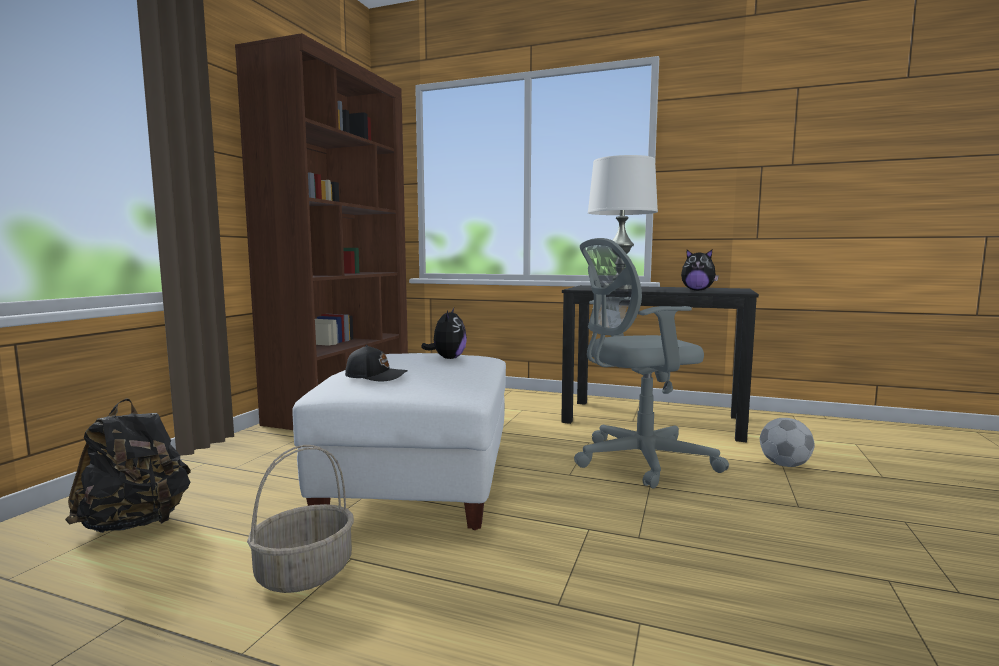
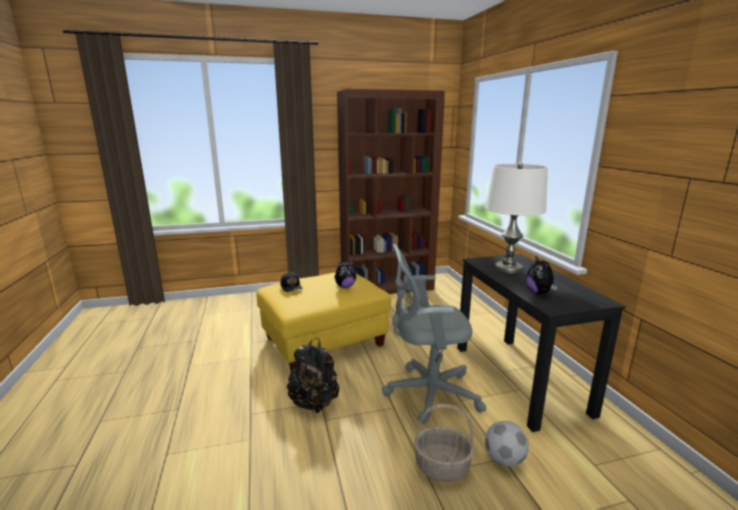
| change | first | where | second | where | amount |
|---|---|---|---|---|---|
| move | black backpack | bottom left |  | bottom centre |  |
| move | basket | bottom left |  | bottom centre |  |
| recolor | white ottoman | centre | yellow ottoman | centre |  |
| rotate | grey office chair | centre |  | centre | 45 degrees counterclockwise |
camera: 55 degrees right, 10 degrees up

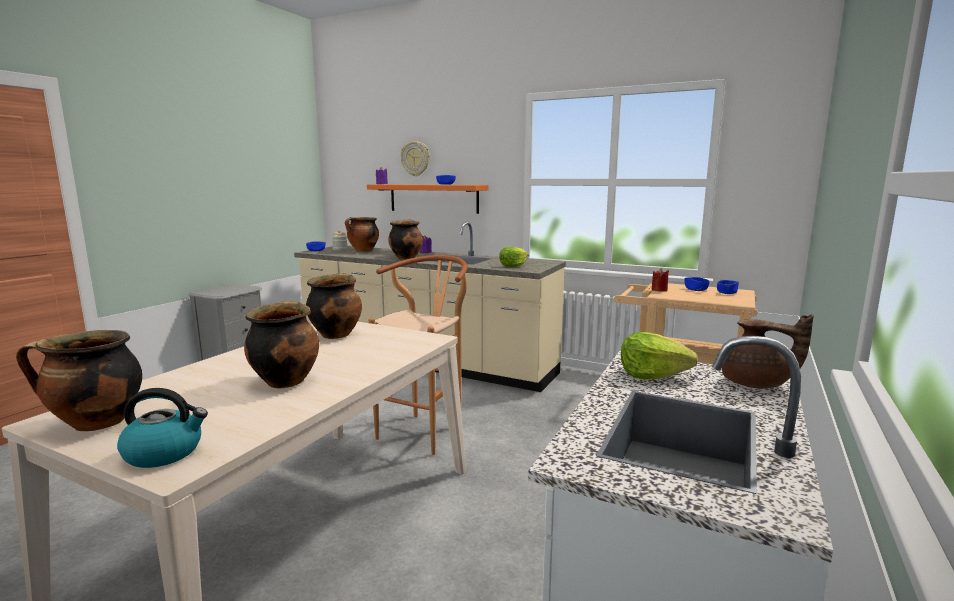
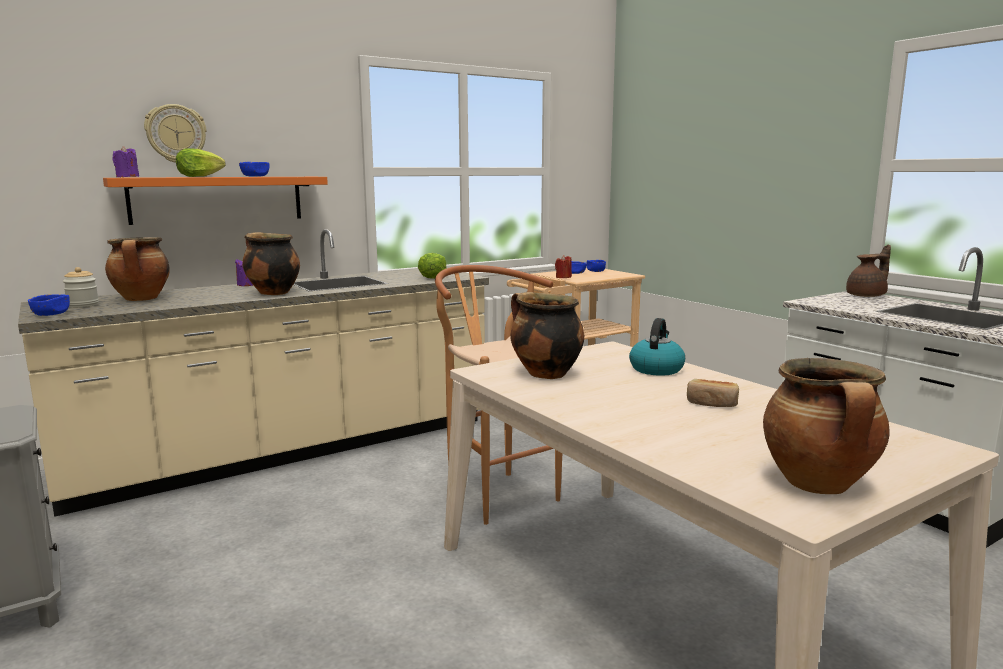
| change | first | where | second | where | amount |
|---|---|---|---|---|---|
| move | kettle | bottom left |  | centre |  |
| replace | cooking pot (2nd from left) | middle left | bread | middle right |  |
| move | lettuce (2nd from left in the first image) | middle right | lettuce (1st from left) | top left |  |
camera: 60 degrees left, 0 degrees up

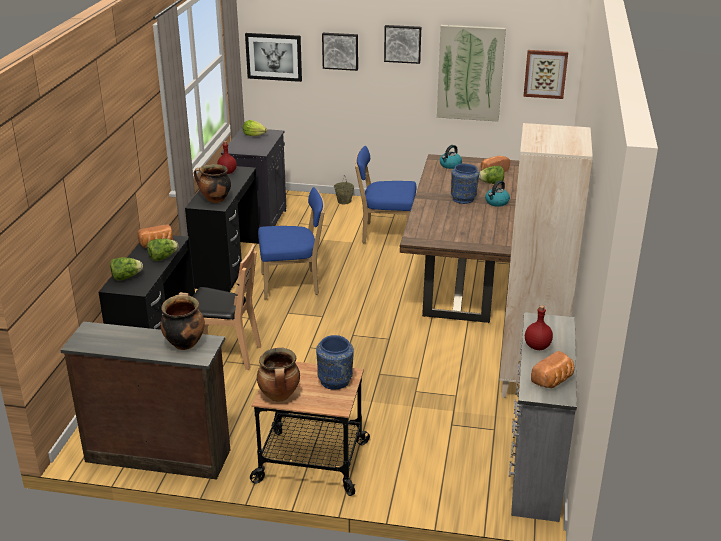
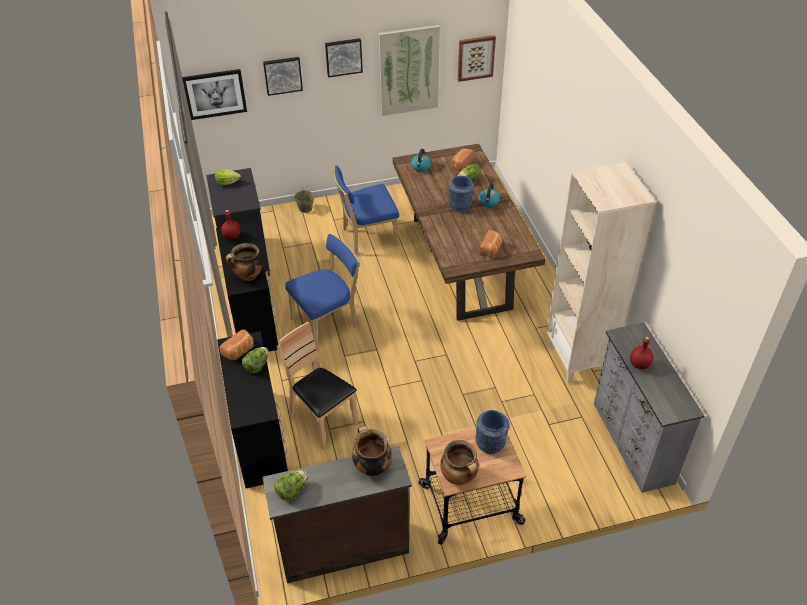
| change | first | where | second | where | amount |
|---|---|---|---|---|---|
| move | lettuce (1st from left in the first image) | middle left | lettuce (3rd from left) | bottom centre |  |
| rotate | brown chair | middle left |  | centre | 120 degrees counterclockwise |
| move | bread (3rd from left) | bottom right |  | centre |  |
camera: 25 degrees left, 15 degrees up

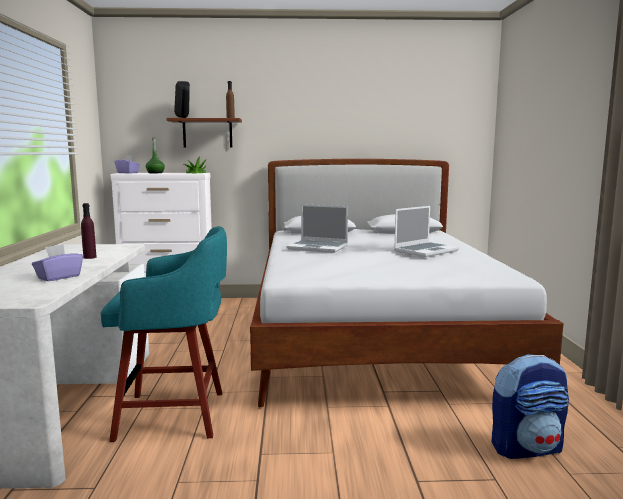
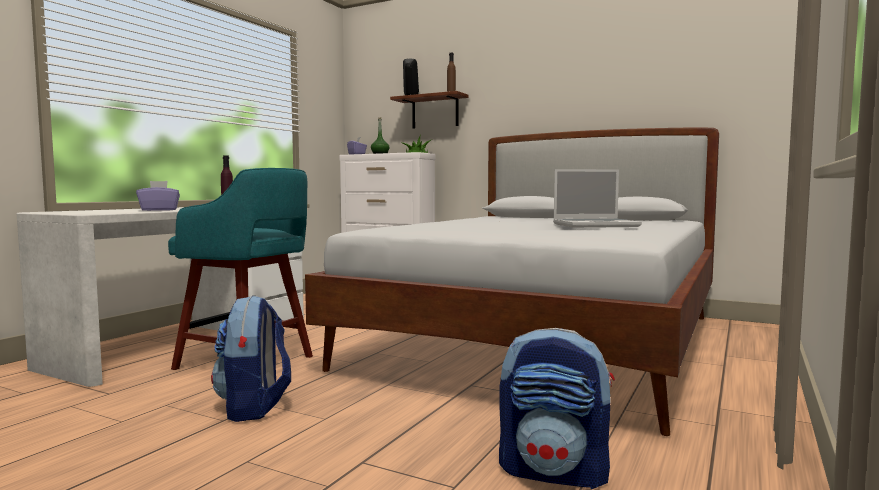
| change | first | where | second | where | amount |
|---|---|---|---|---|---|
| delete | laptop (1st from left) | centre |  |  |  |
| insert |  |  | backpack (1st from left) | bottom left |  |
camera: 30 degrees right, 5 degrees down

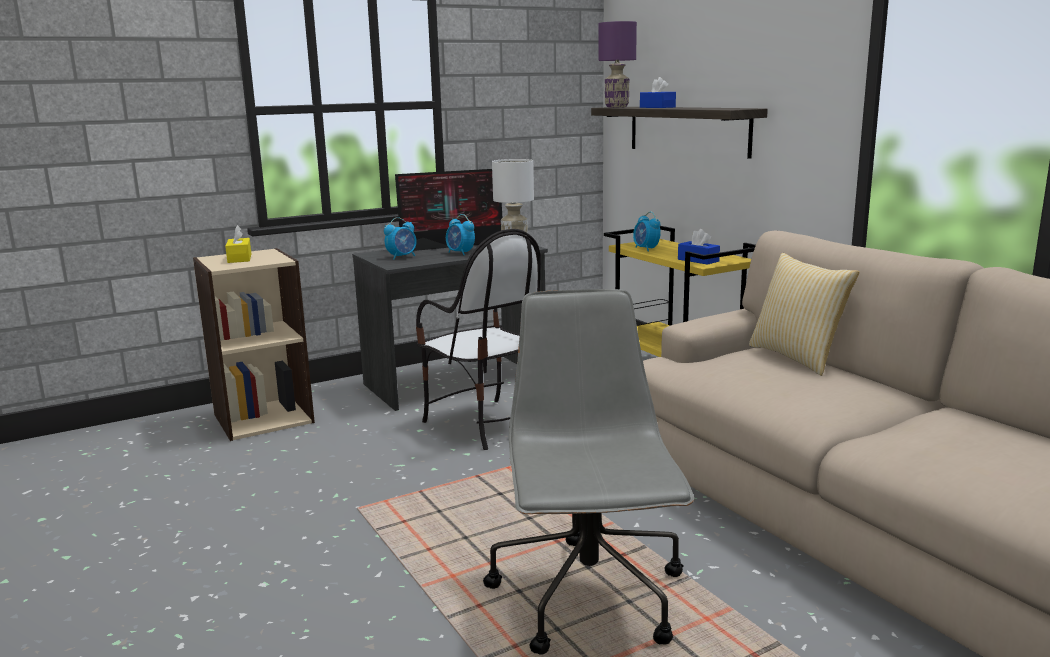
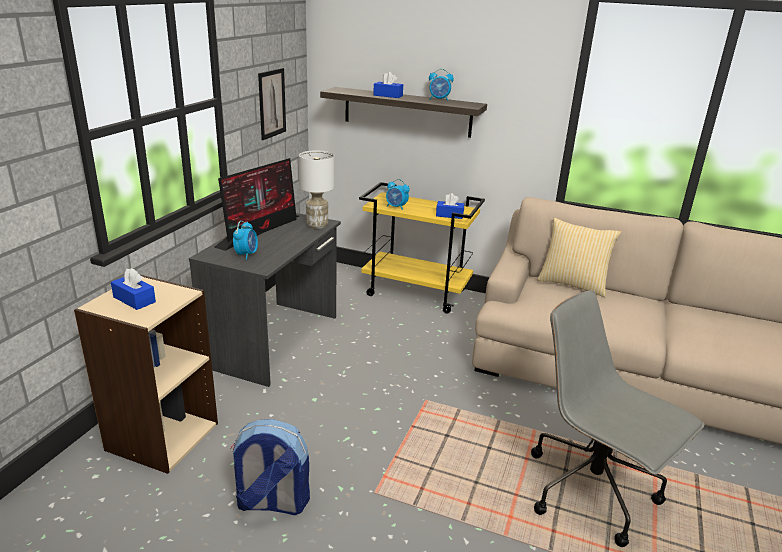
| change | first | where | second | where | amount |
|---|---|---|---|---|---|
| recolor | yellow tissue box | middle left | blue tissue box (1st from left) | middle left |  |
| delete | chair | centre |  |  |  |
| move | alarm clock (2nd from left in the first image) | centre | alarm clock (3rd from left) | top centre |  |
| delete | purple table lamp | top centre |  |  |  |
| insert |  |  | backpack | bottom centre |  |
| insert |  |  | picture | top centre |  |
camera: 40 degrees left, 10 degrees up

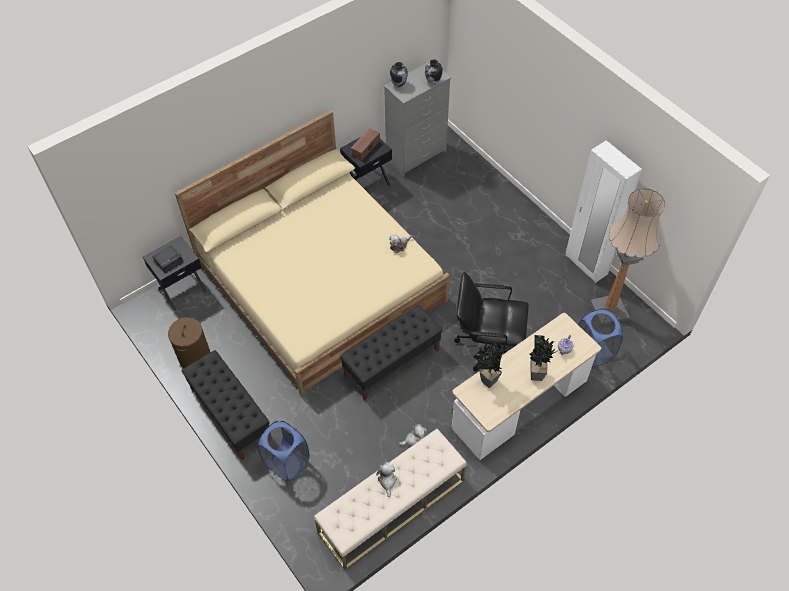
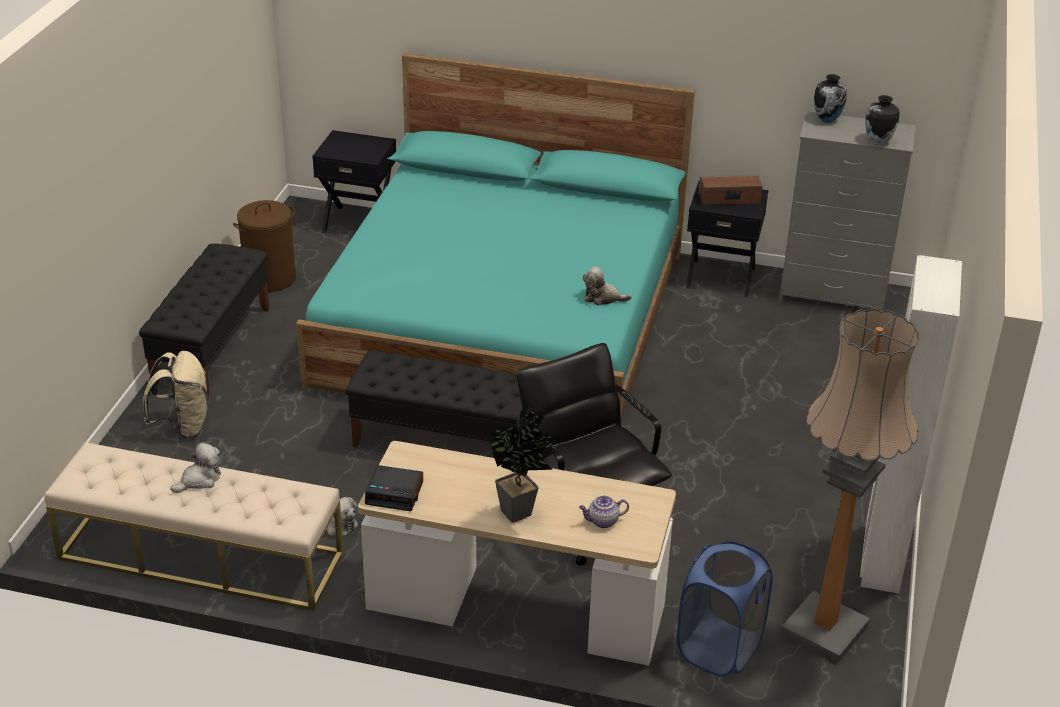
| change | first | where | second | where | amount |
|---|---|---|---|---|---|
| move | alarm clock | middle left |  | bottom centre |  |
| recolor | beige bed | centre | turquoise bed | centre |  |
| replace | blue laundry basket (1st from left) | bottom centre | beige backpack | middle left |  |
| delete | potted plant (1st from left) | centre |  |  |  |
camera: 50 degrees right, 20 degrees down

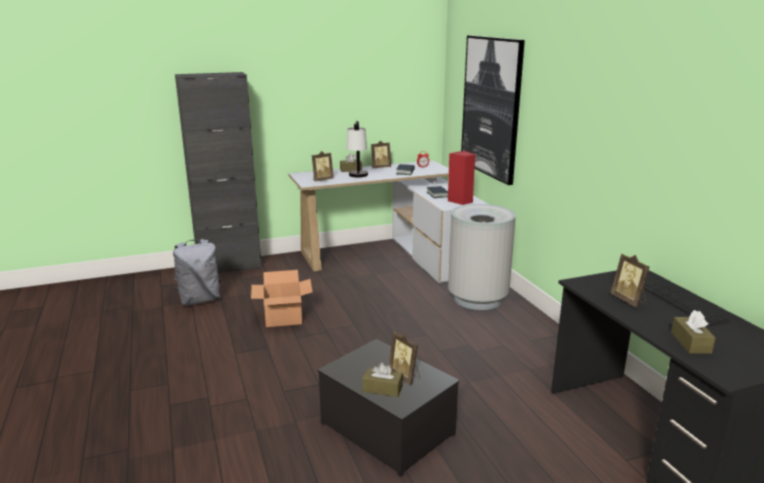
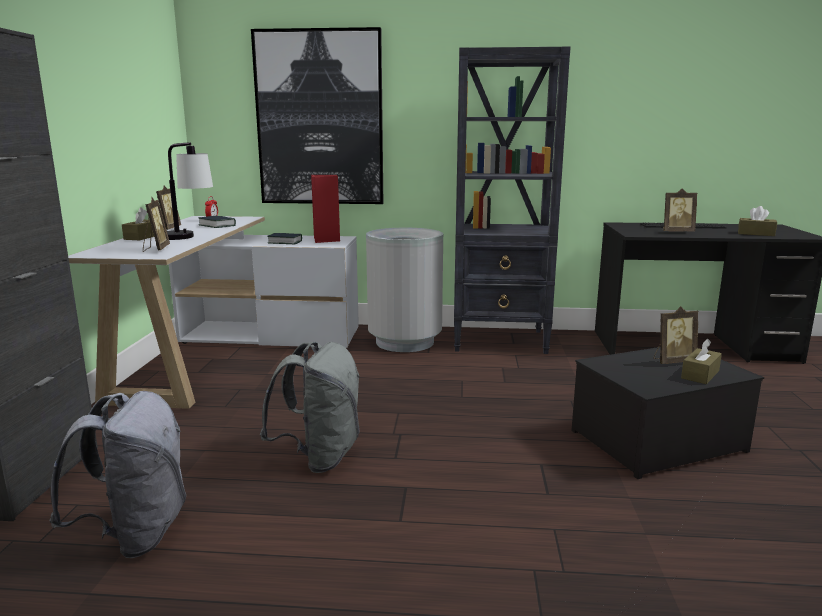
| change | first | where | second | where | amount |
|---|---|---|---|---|---|
| replace | cardboard box | centre | grey backpack (2nd from left) | centre |  |
| insert |  |  | black bookcase | top centre |  |
camera: 65 degrees left, 5 degrees down

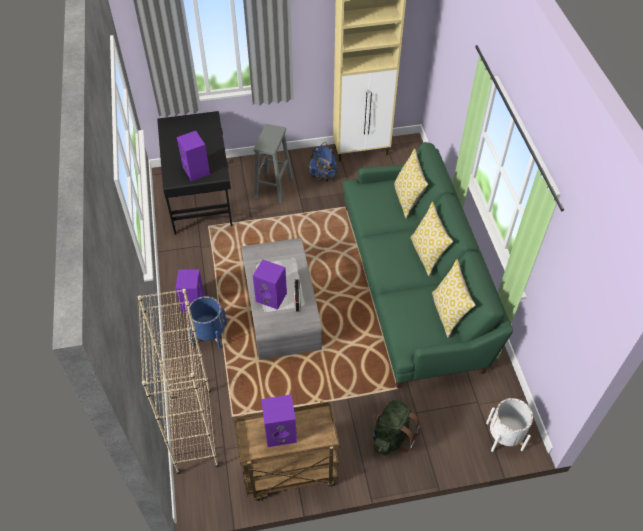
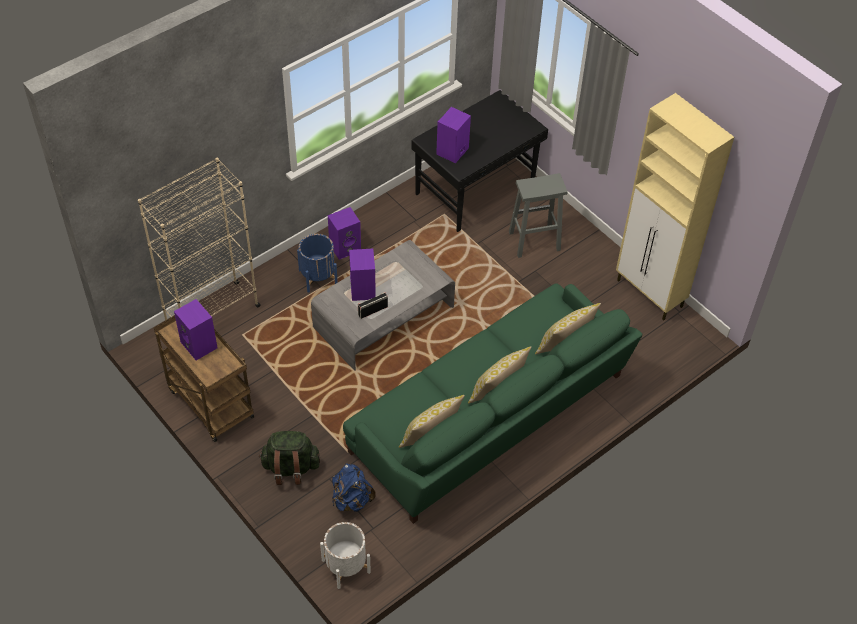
| change | first | where | second | where | amount |
|---|---|---|---|---|---|
| move | blue backpack | top centre |  | bottom centre |  |
camera: 60 degrees right, 0 degrees up

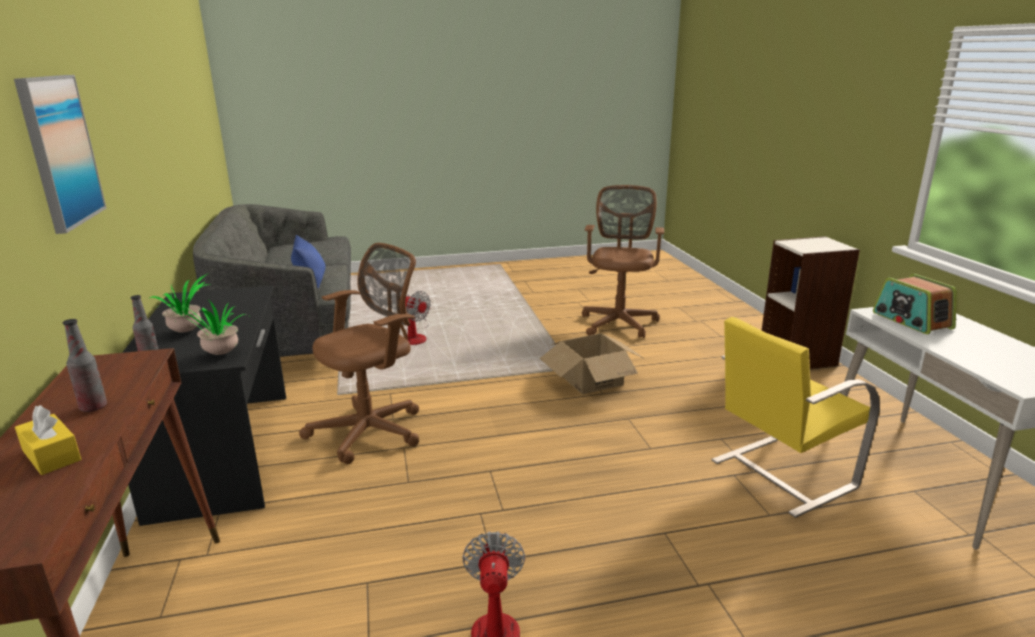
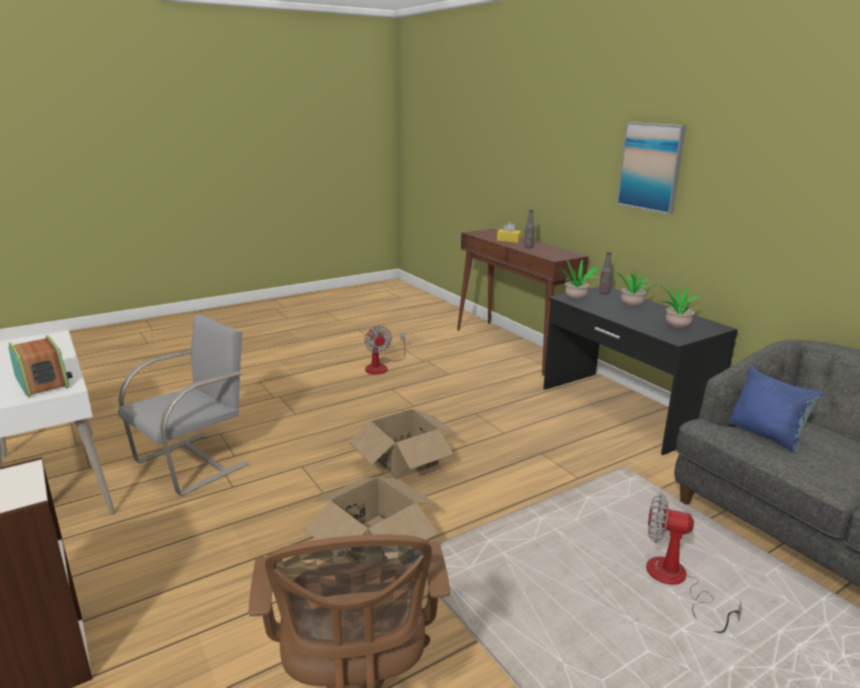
| change | first | where | second | where | amount |
|---|---|---|---|---|---|
| delete | brown office chair (1st from left) | centre |  |  |  |
| recolor | yellow chair | middle right | grey chair | middle left |  |
| insert |  |  | cardboard box (2nd from left) | centre |  |
| insert |  |  | potted plant (3rd from left) | middle right |  |
camera: 160 degrees right, 0 degrees up

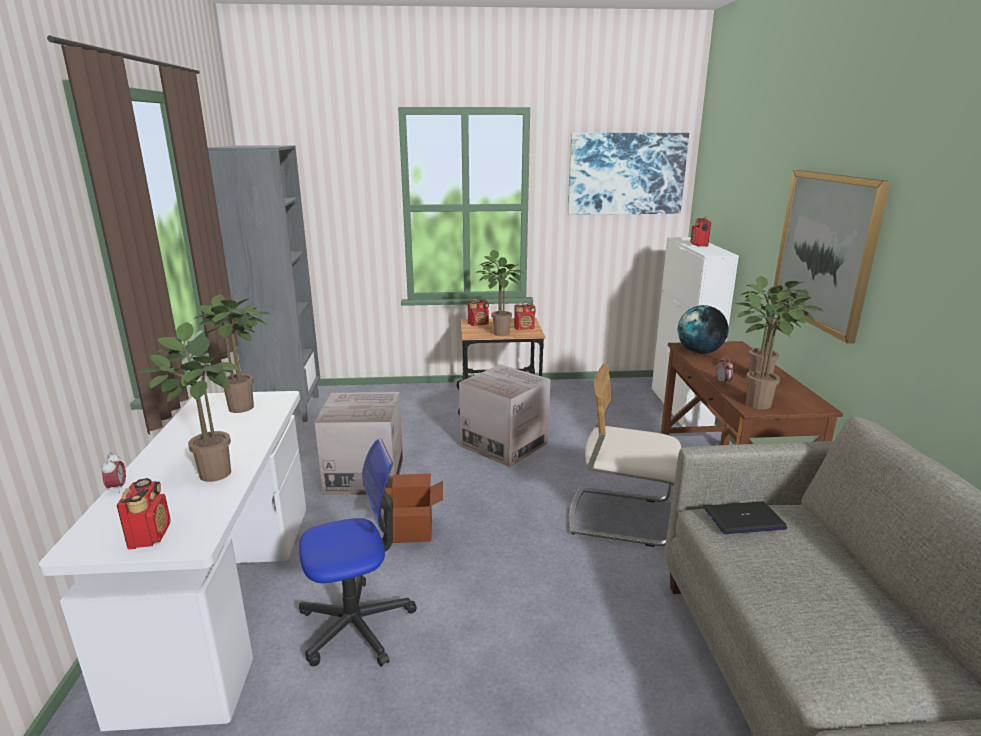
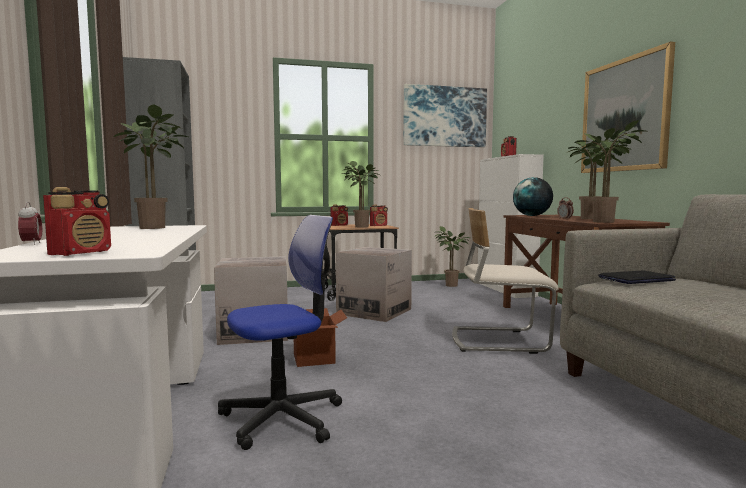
| change | first | where | second | where | amount |
|---|---|---|---|---|---|
| rotate | radio (1st from left) | bottom left |  | middle left | 45 degrees clockwise |
| move | potted plant (1st from left in the first image) | middle left | potted plant (3rd from left) | centre |  |
camera: 10 degrees left, 15 degrees down

